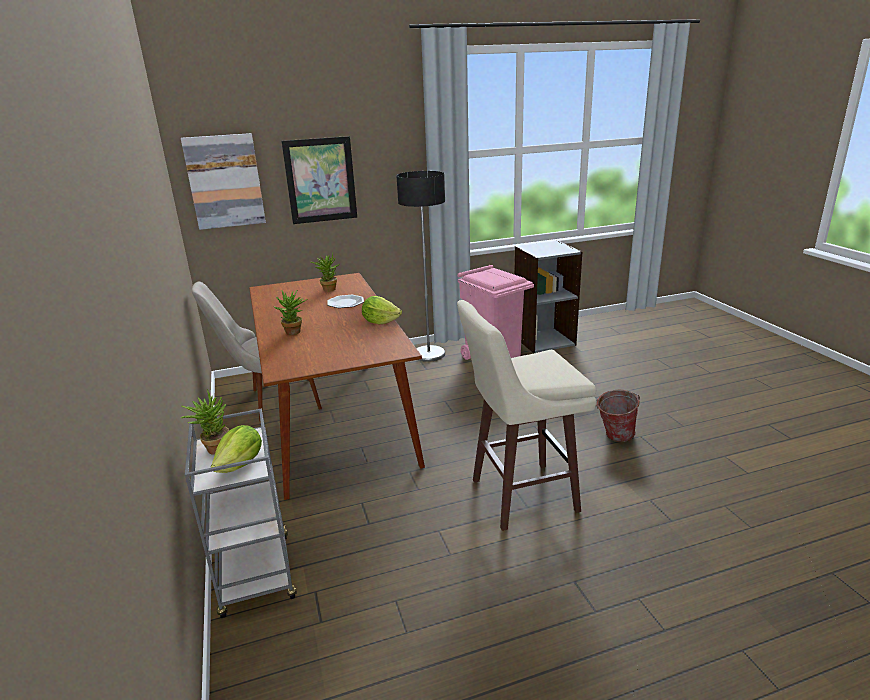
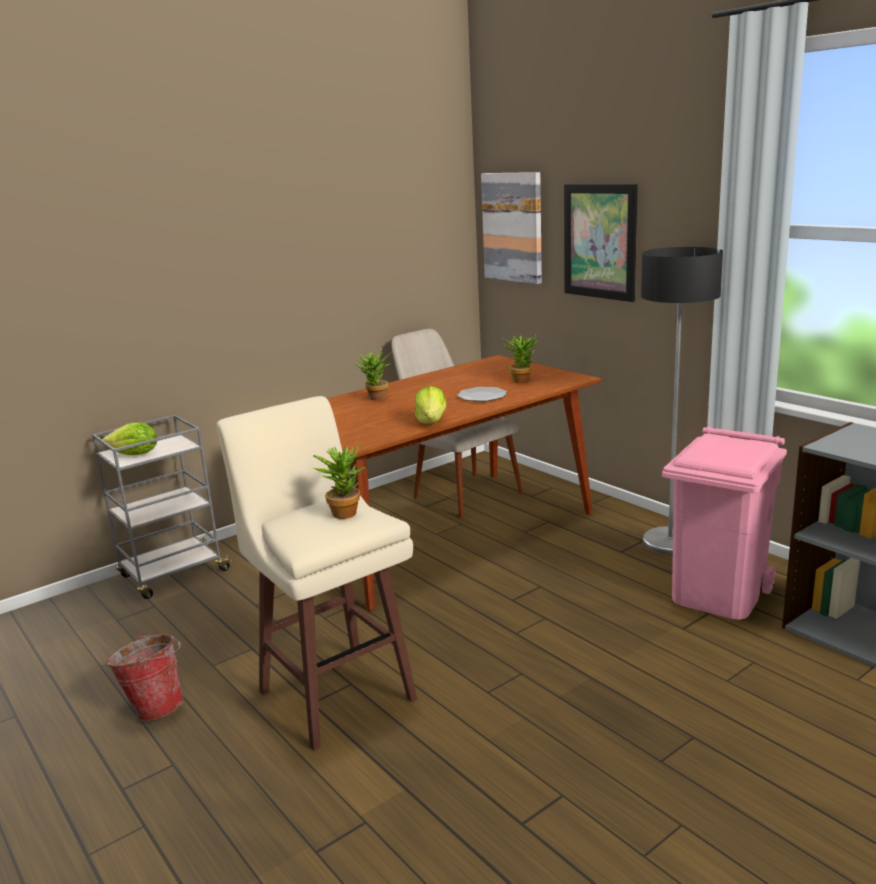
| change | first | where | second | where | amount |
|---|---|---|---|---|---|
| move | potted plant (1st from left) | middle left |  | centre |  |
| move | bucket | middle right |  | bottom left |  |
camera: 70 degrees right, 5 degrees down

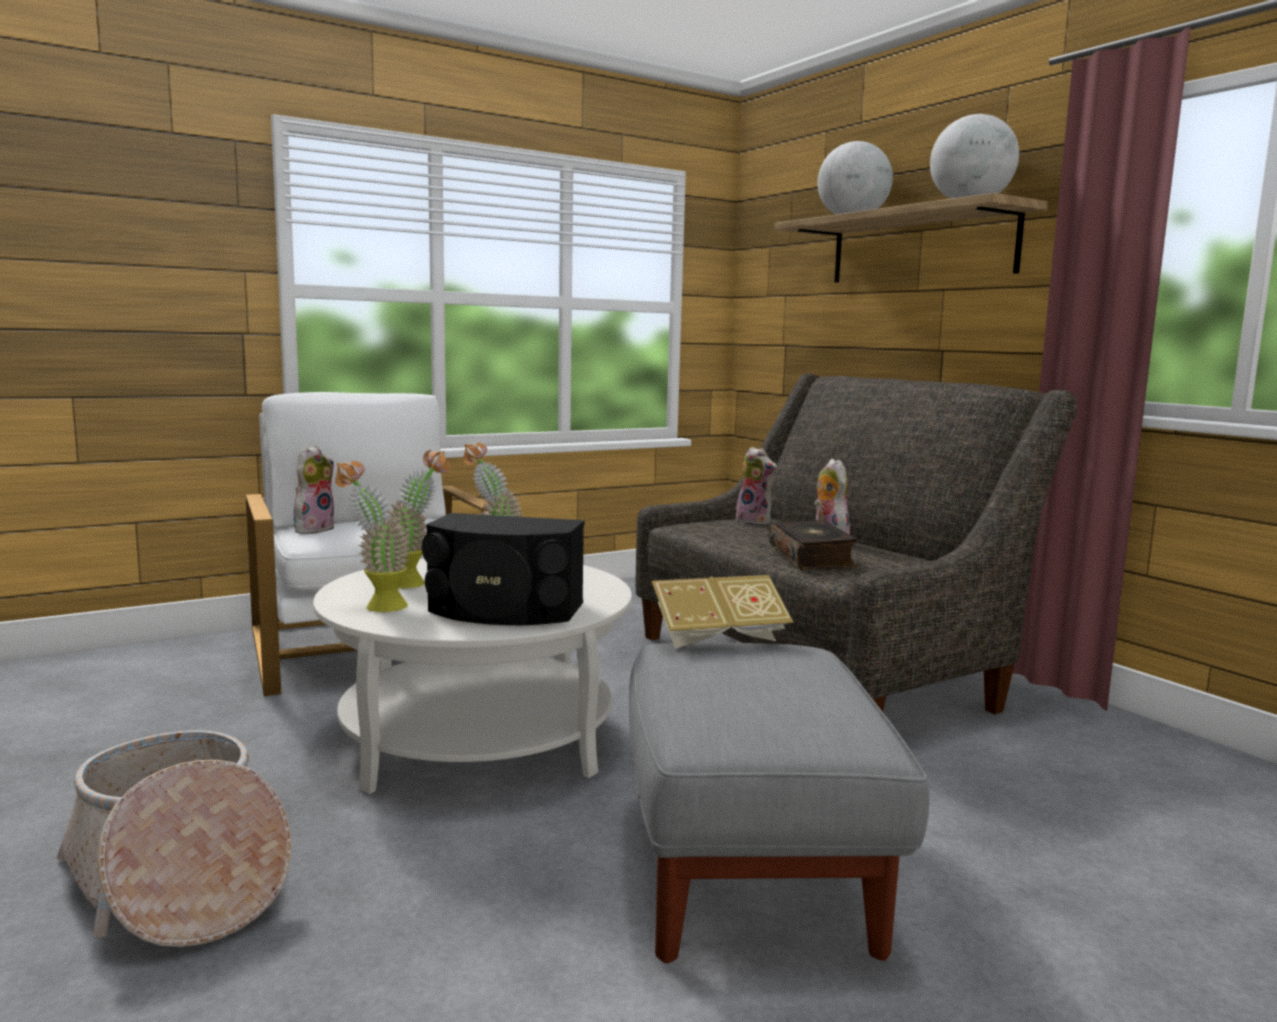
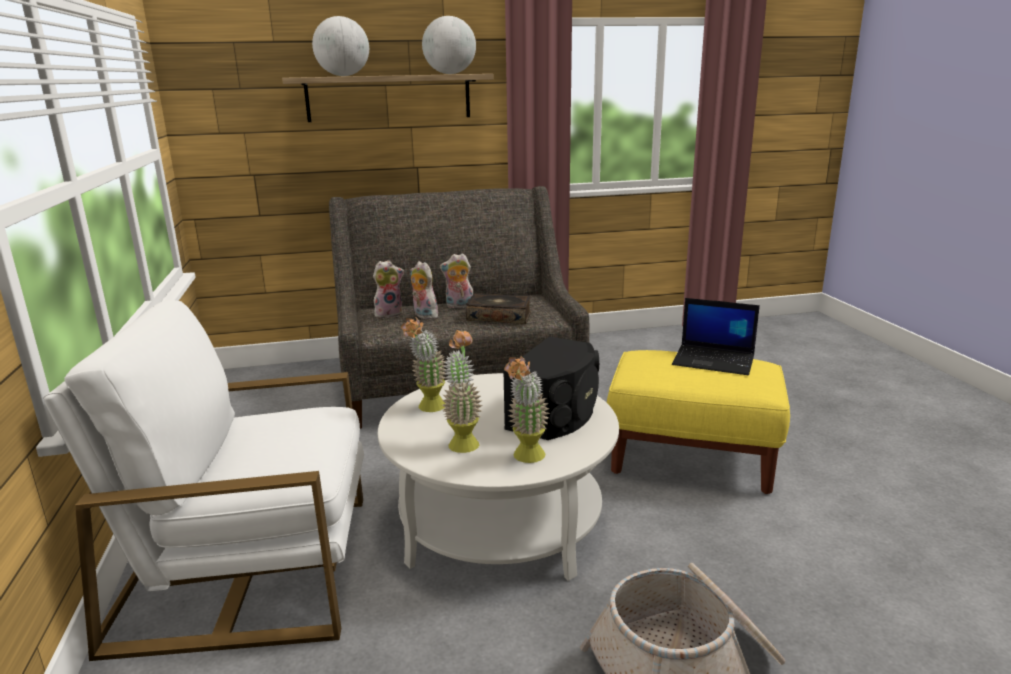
| change | first | where | second | where | amount |
|---|---|---|---|---|---|
| move | plush toy (1st from left in the first image) | middle left | plush toy (2nd from left) | centre |  |
| recolor | grey ottoman | bottom centre | yellow ottoman | middle right |  |
| delete | book (1st from left) | centre |  |  |  |
| insert |  |  | laptop | middle right |  |
camera: 70 degrees left, 10 degrees up

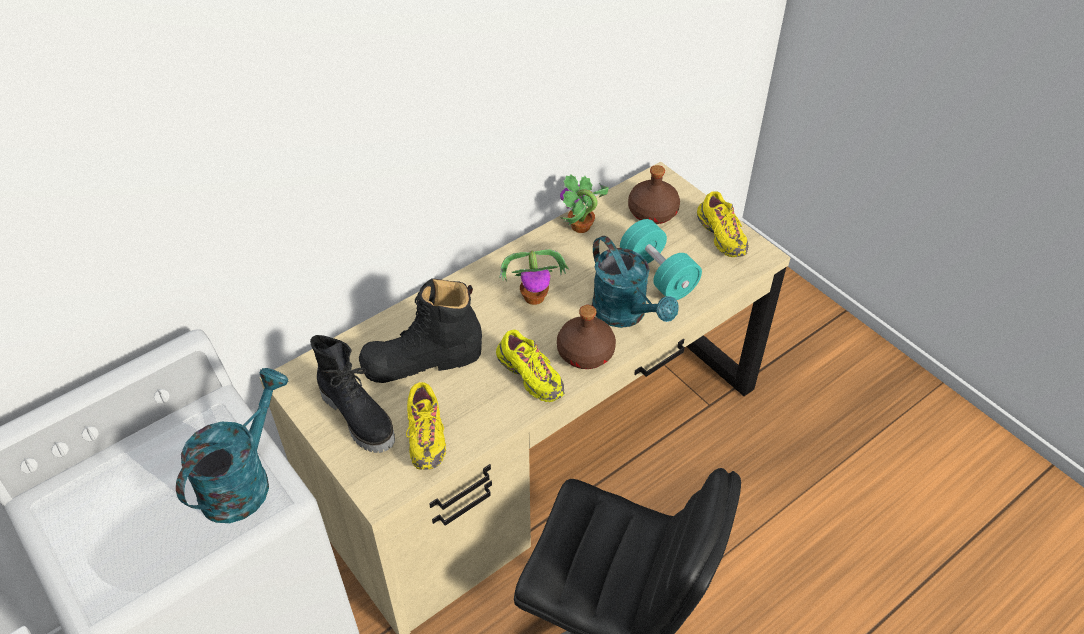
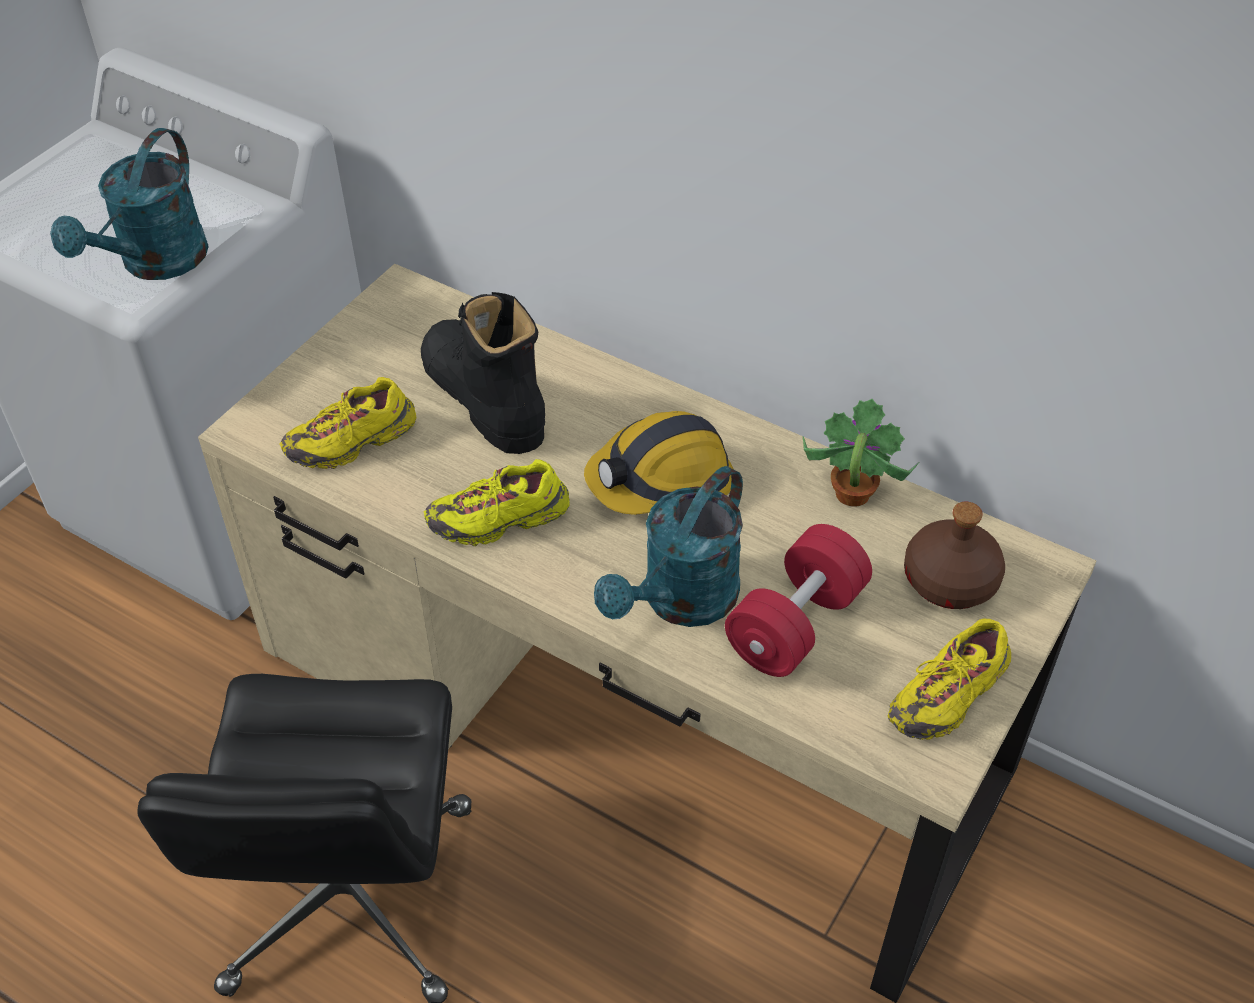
| change | first | where | second | where | amount |
|---|---|---|---|---|---|
| rotate | turquoise watering can (1st from left) | bottom left |  | top left | 105 degrees clockwise |
| delete | black boot (1st from left) | middle left |  |  |  |
| rotate | yellow shoe (2nd from left) | centre |  | centre | 45 degrees clockwise |
| replace | potted plant (1st from left) | centre | hard hat | centre |  |
| delete | brown bottle (1st from left) | centre |  |  |  |
| recolor | turquoise dumbbell | centre | red dumbbell | centre |  |
camera: 70 degrees right, 0 degrees up

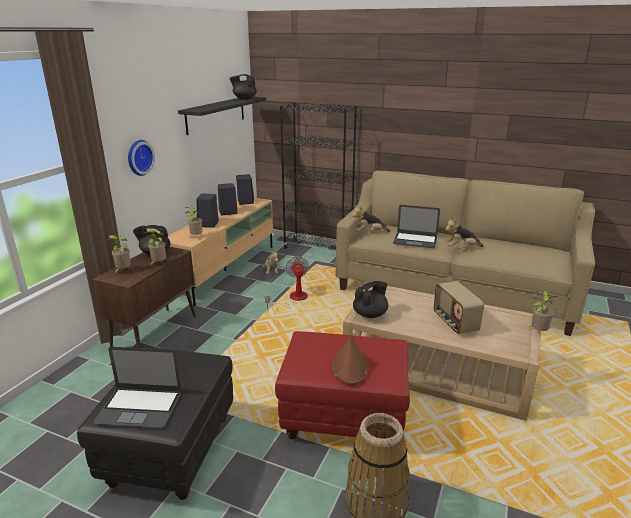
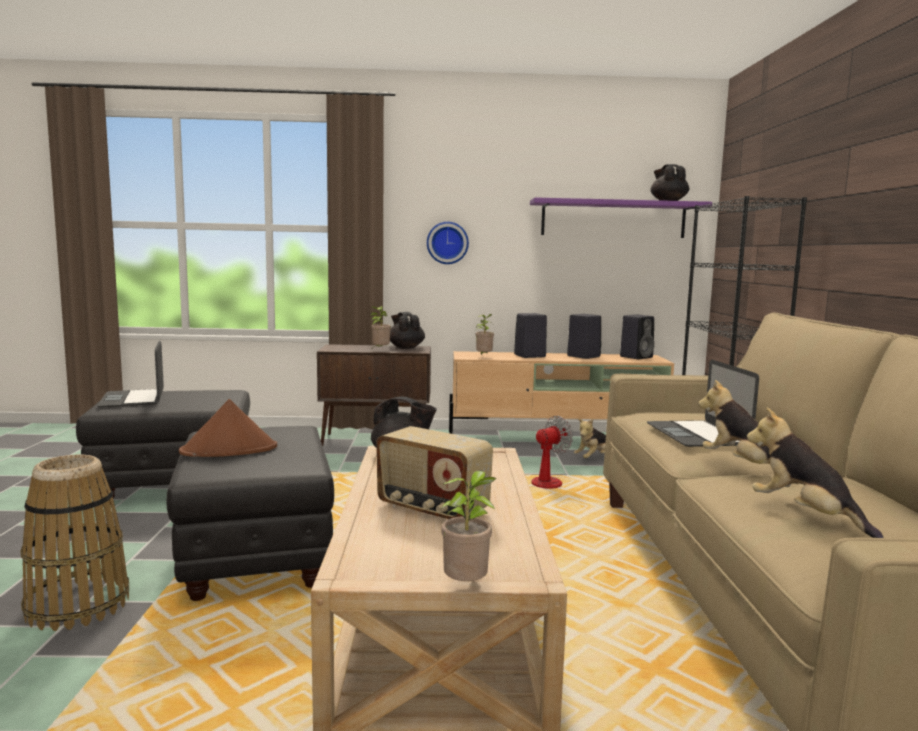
| change | first | where | second | where | amount |
|---|---|---|---|---|---|
| delete | potted plant (1st from left) | middle left |  |  |  |
| recolor | black shelf | top centre | purple shelf | top right |  |
| recolor | red ottoman | bottom centre | black ottoman (2nd from left) | bottom left |  |
| move | plush toy (2nd from left in the first image) | centre | plush toy (3rd from left) | middle right |  |
| rotate | radio | middle right |  | centre | 105 degrees counterclockwise |
camera: 65 degrees right, 15 degrees down

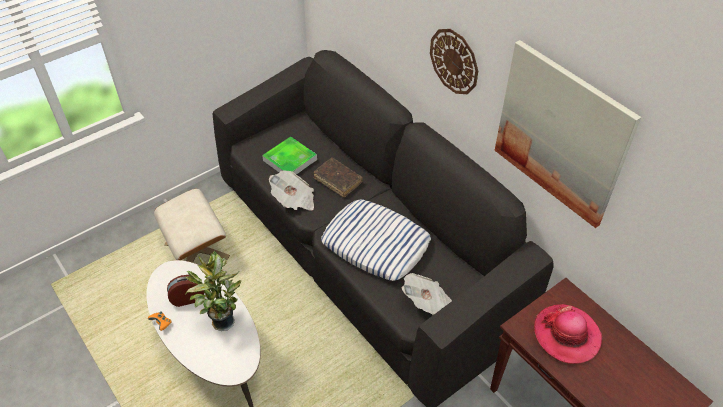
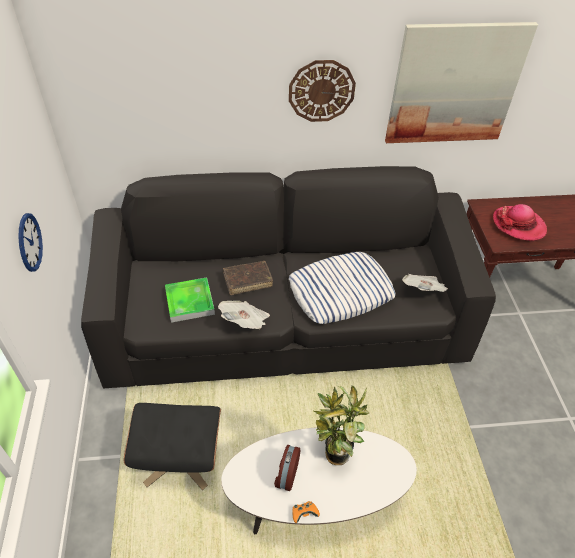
| change | first | where | second | where | amount |
|---|---|---|---|---|---|
| recolor | beige ottoman | middle left | black ottoman | bottom left |  |
| insert |  |  | wall clock (1st from left) | middle left |  |
camera: 60 degrees left, 0 degrees up

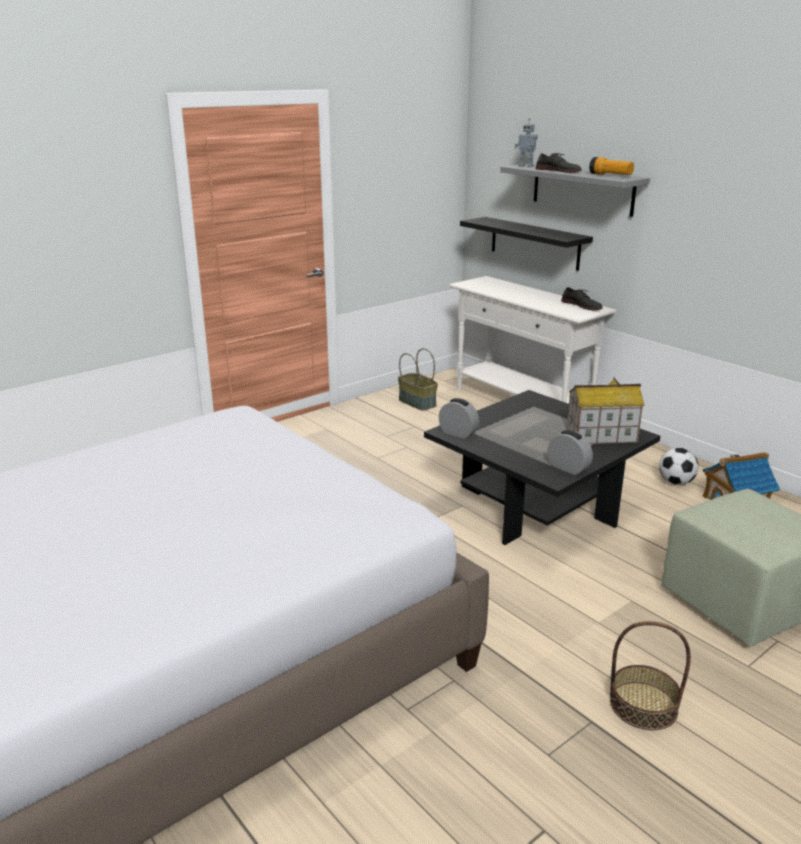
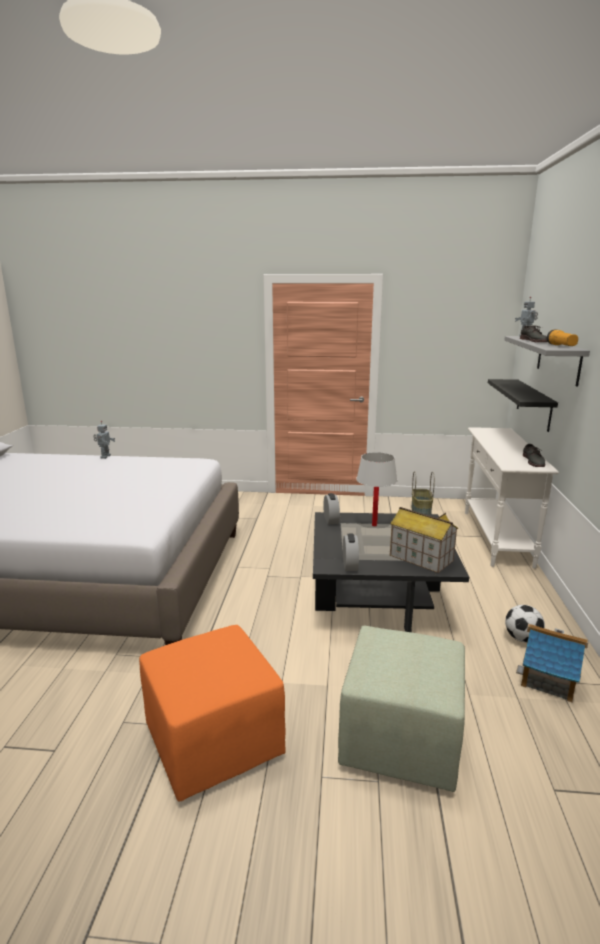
| change | first | where | second | where | amount |
|---|---|---|---|---|---|
| replace | basket (2nd from left) | bottom right | orange ottoman | bottom centre |  |
| insert |  |  | toy robot (1st from left) | middle left |  |
| insert |  |  | white table lamp | centre |  |
camera: 45 degrees right, 5 degrees down

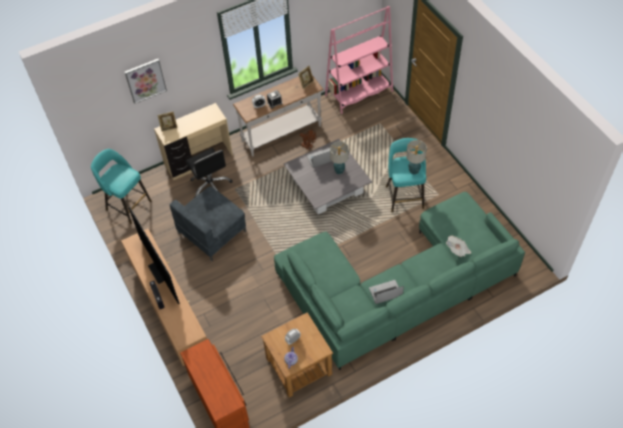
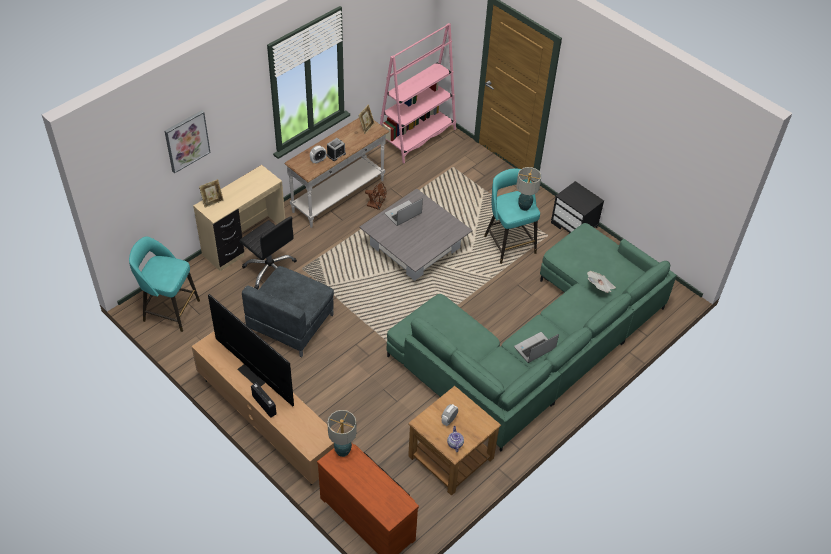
| change | first | where | second | where | amount |
|---|---|---|---|---|---|
| move | table lamp (1st from left) | centre |  | bottom centre |  |
| insert |  |  | black nightstand | middle right |  |
camera: 20 degrees left, 5 degrees down

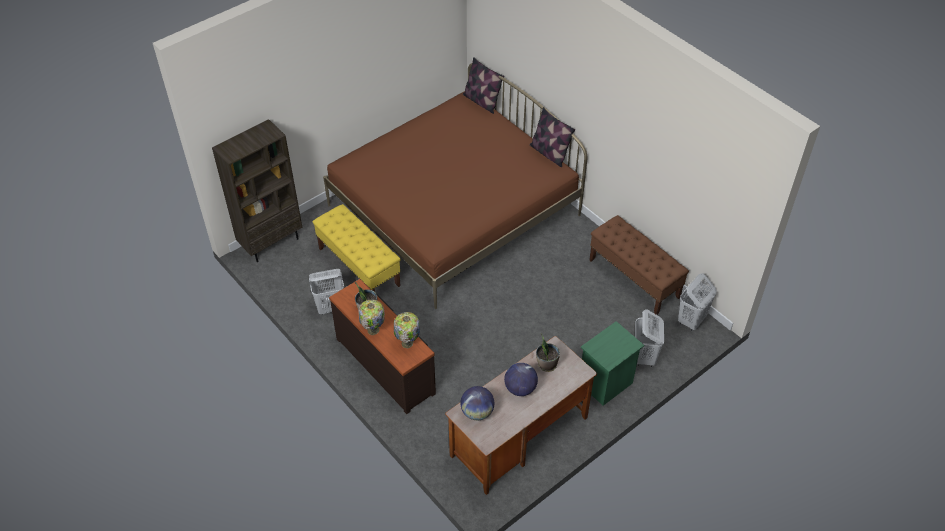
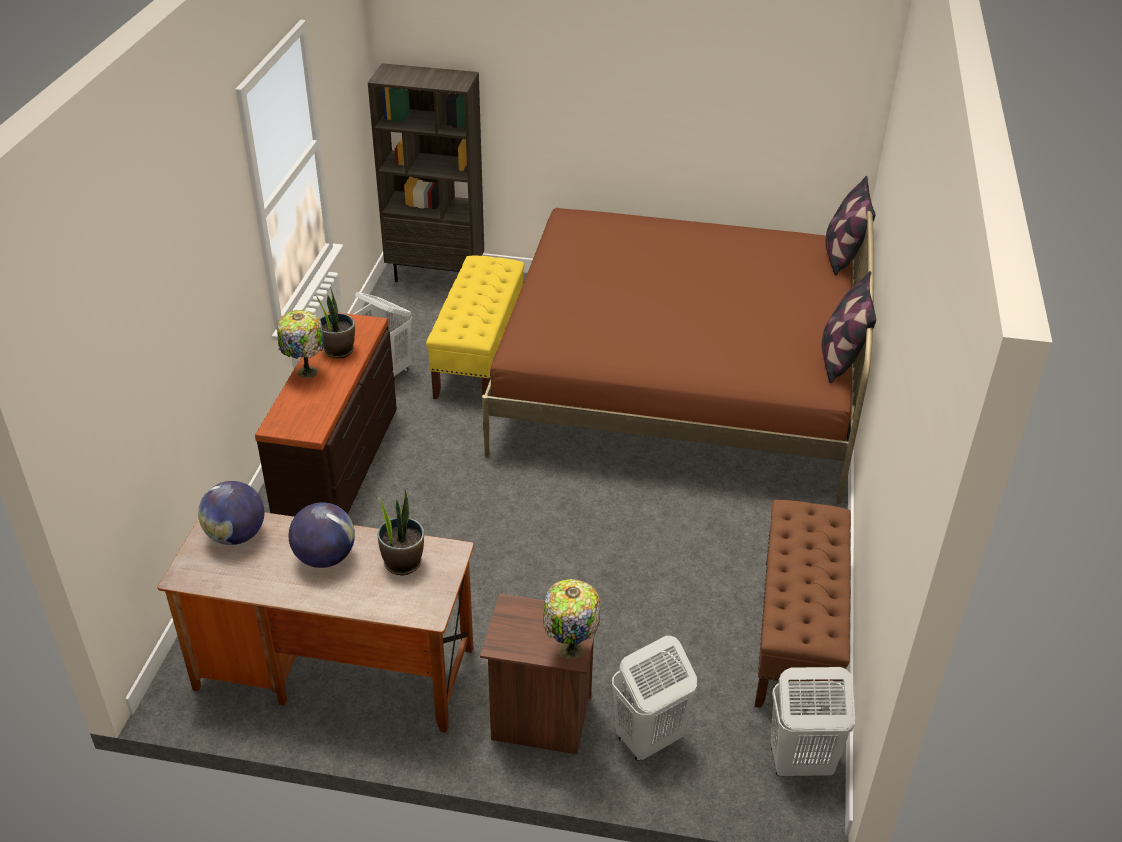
| change | first | where | second | where | amount |
|---|---|---|---|---|---|
| move | table lamp (2nd from left) | centre |  | bottom centre |  |
| recolor | green nightstand | bottom centre | brown nightstand | bottom centre |  |
camera: 50 degrees right, 10 degrees down

